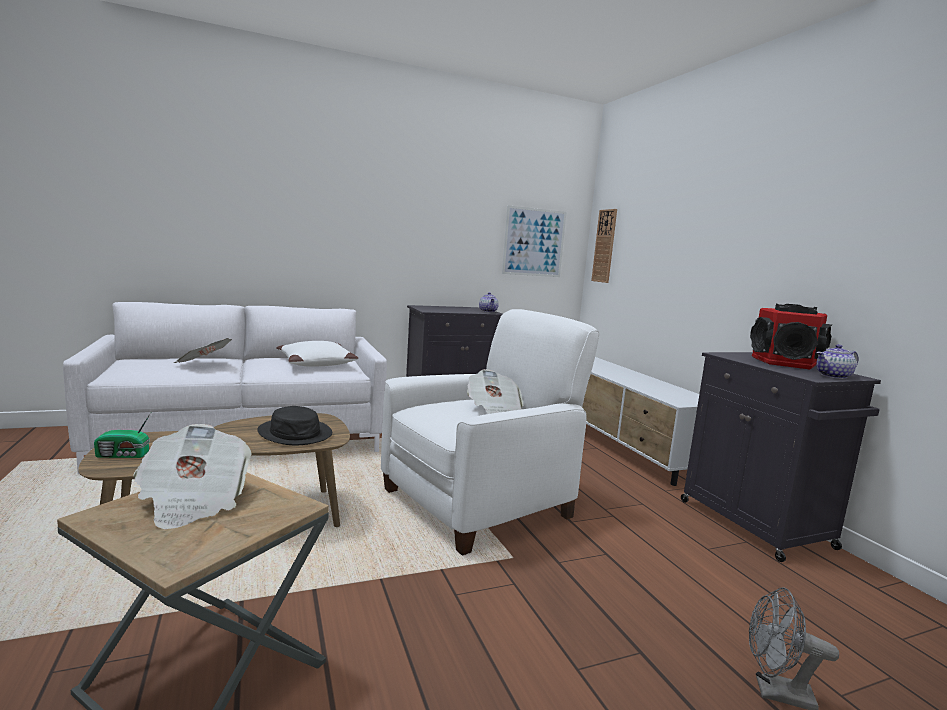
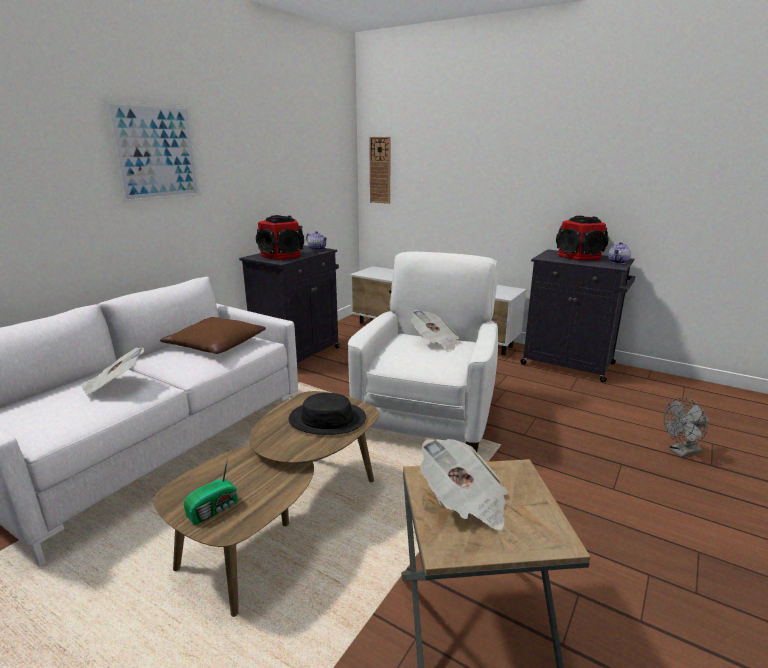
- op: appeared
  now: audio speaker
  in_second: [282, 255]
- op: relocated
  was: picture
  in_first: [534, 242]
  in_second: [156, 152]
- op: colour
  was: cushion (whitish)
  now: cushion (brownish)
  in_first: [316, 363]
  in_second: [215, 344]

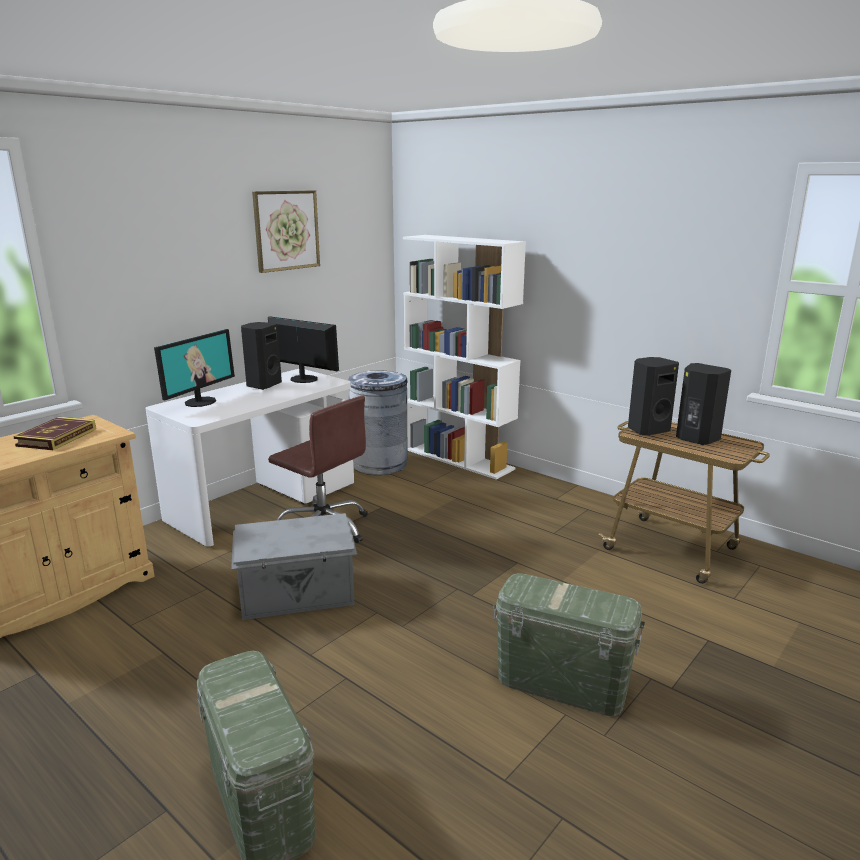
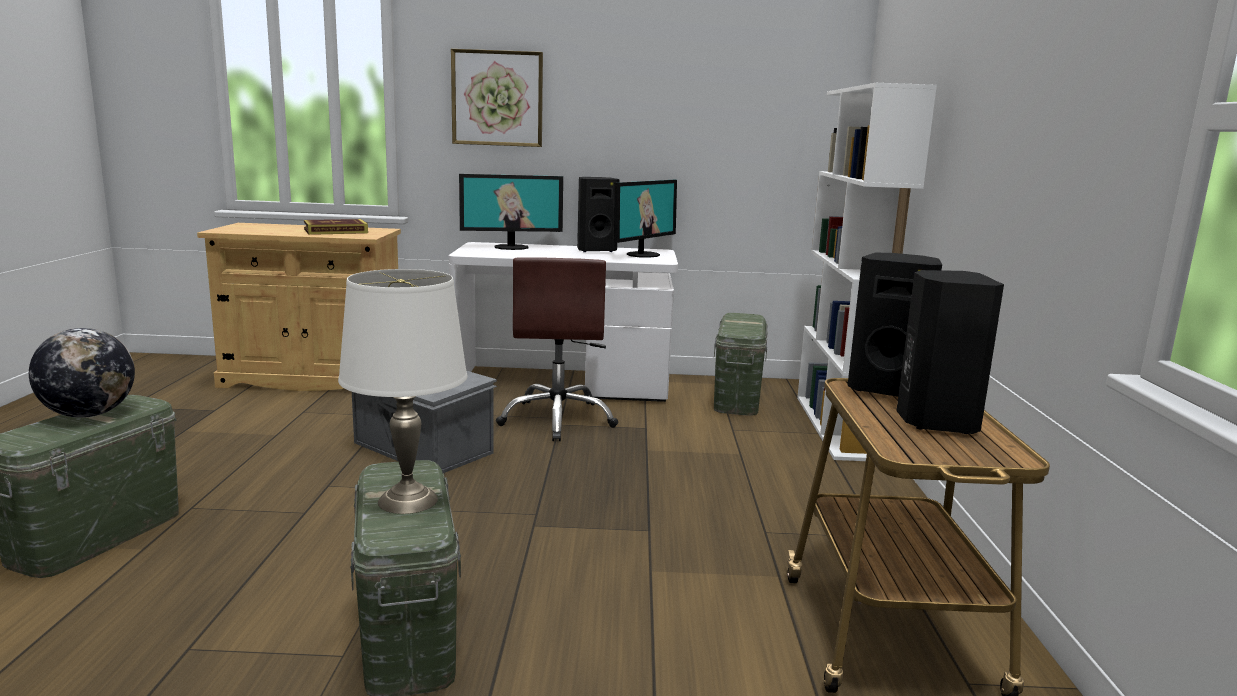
- op: appeared
  now: globe
  in_second: [88, 415]
- op: appeared
  now: tabletop lamp (whitish)
  in_second: [409, 500]
- op: relocated
  was: picture
  in_first: [286, 230]
  in_second: [497, 98]
- op: exchanged
  was: rubbish bin (gray)
  now: storage container (green)
  in_first: [379, 464]
  in_second: [736, 398]
- op: spun
  was: computer screen
  in_first: [303, 379]
  in_second: [642, 254]
  clockwise: 45

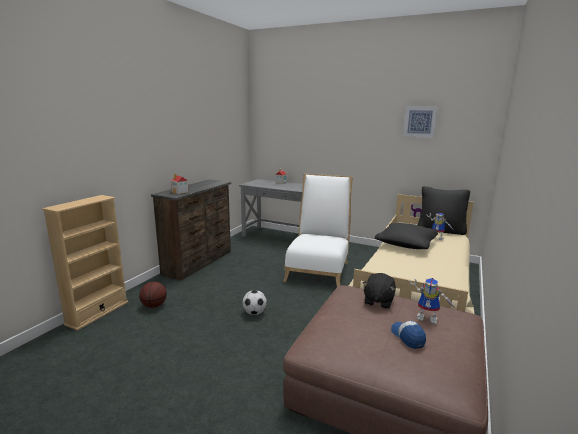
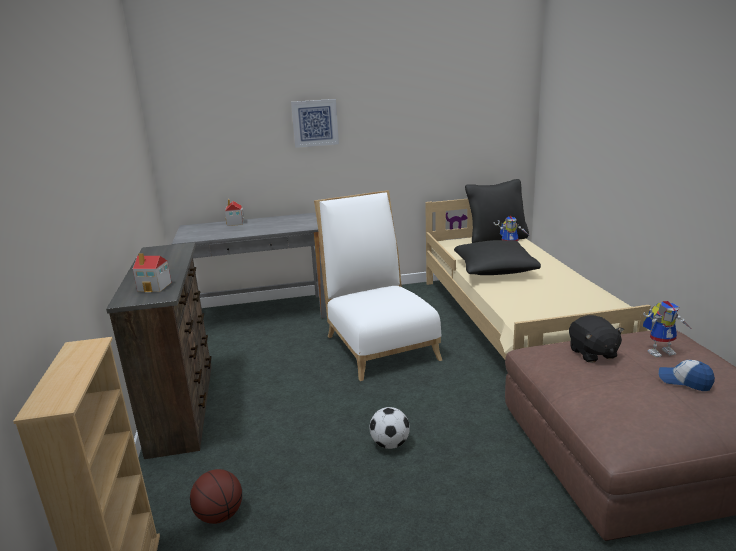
- op: relocated
  was: picture
  in_first: [420, 121]
  in_second: [315, 123]

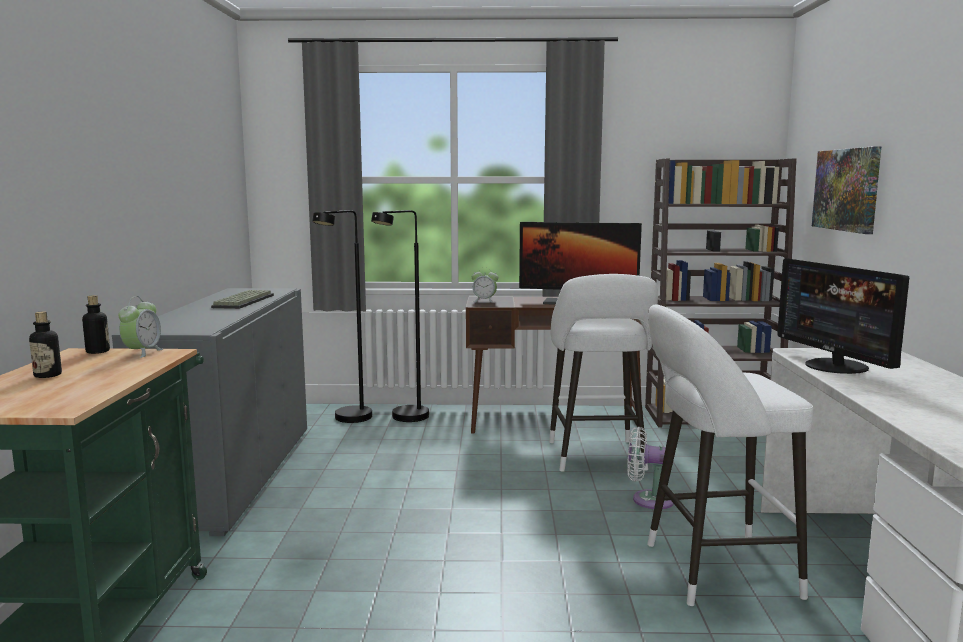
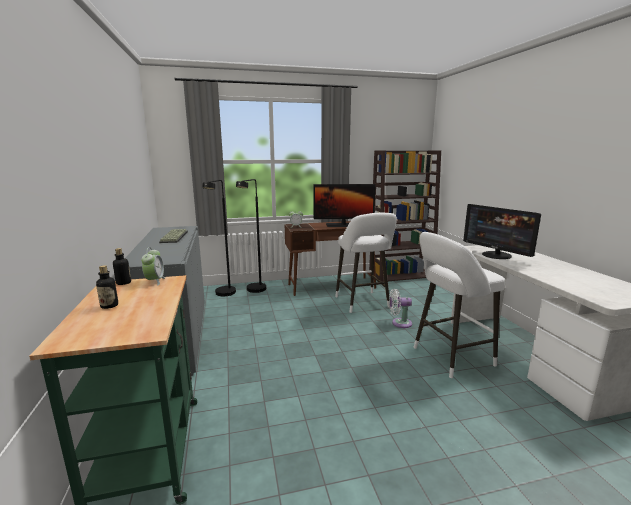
- op: missing
  was: picture
  in_first: [847, 189]

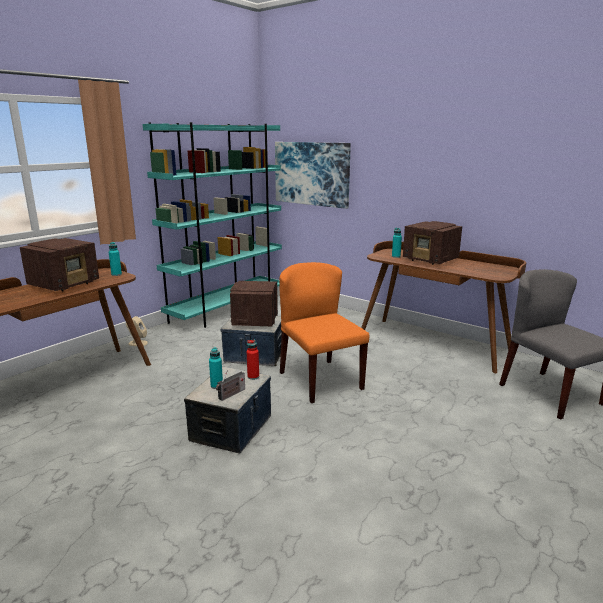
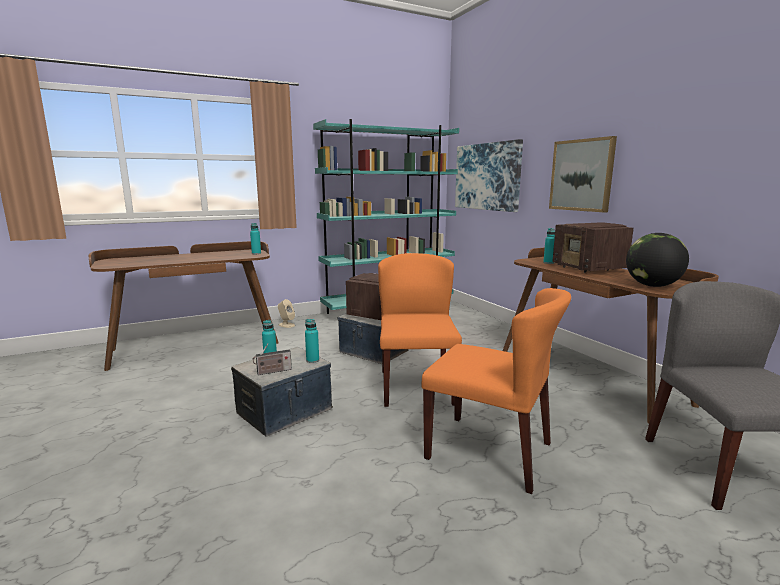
- op: missing
  was: radio receiver
  in_first: [65, 284]
- op: appeared
  now: upright chair (orange-coloured)
  in_second: [490, 451]
- op: appeared
  now: picture
  in_second: [581, 175]
- op: appeared
  now: globe
  in_second: [652, 286]
- op: colour
  was: drink bottle (reddish)
  now: drink bottle (blue-green)
  in_first: [253, 377]
  in_second: [312, 360]

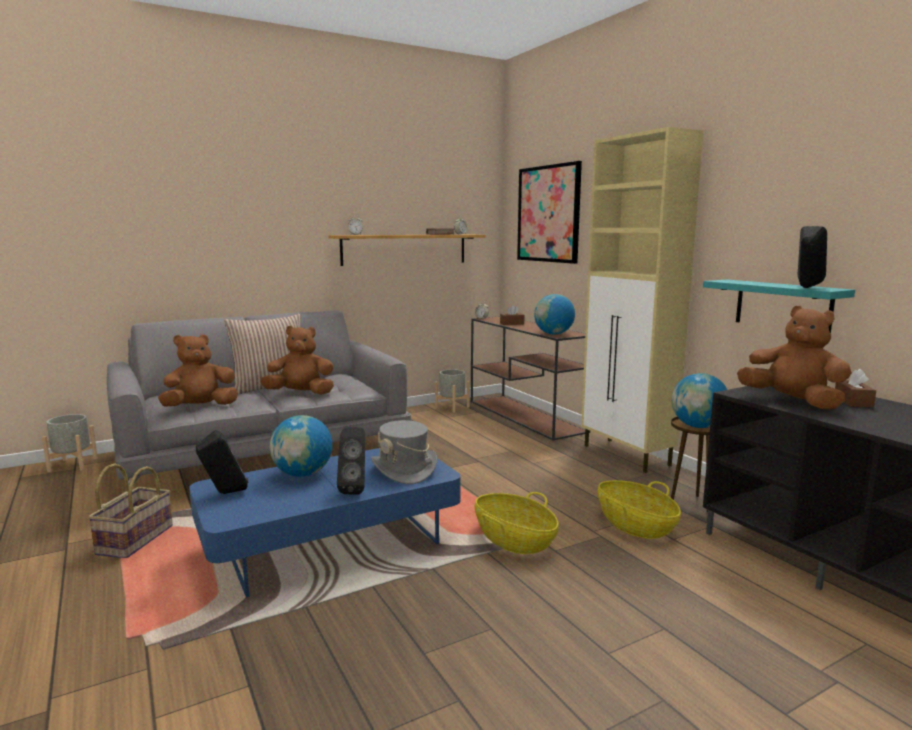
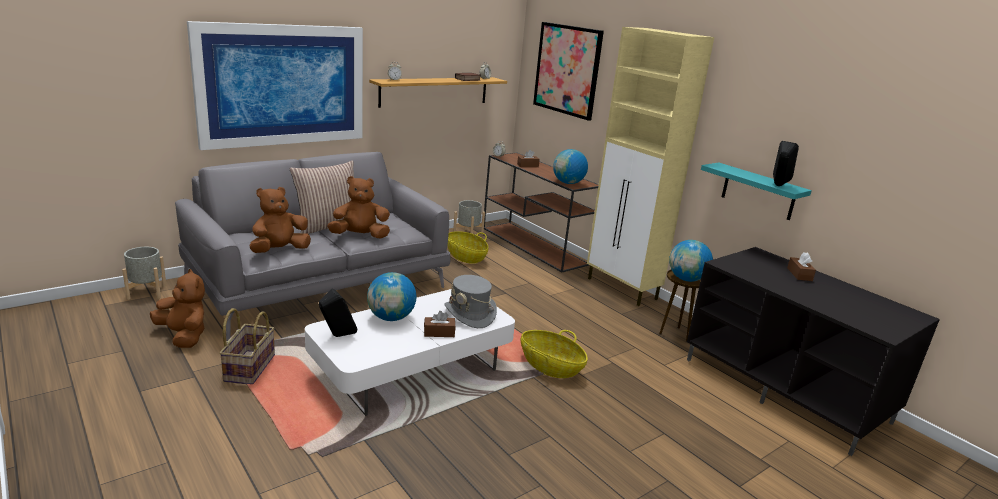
- op: appeared
  now: picture
  in_second: [282, 85]
- op: relocated
  was: household basket
  in_first: [635, 525]
  in_second: [466, 257]
- op: relocated
  was: cuddly toy (brownish)
  in_first: [792, 402]
  in_second: [184, 336]
- op: exchanged
  was: audio speaker (black-coloured)
  now: tissue holder (brownish)
  in_first: [355, 489]
  in_second: [439, 333]
- op: colour
  was: low table (bluish)
  now: low table (whitish)
  in_first: [331, 544]
  in_second: [412, 370]

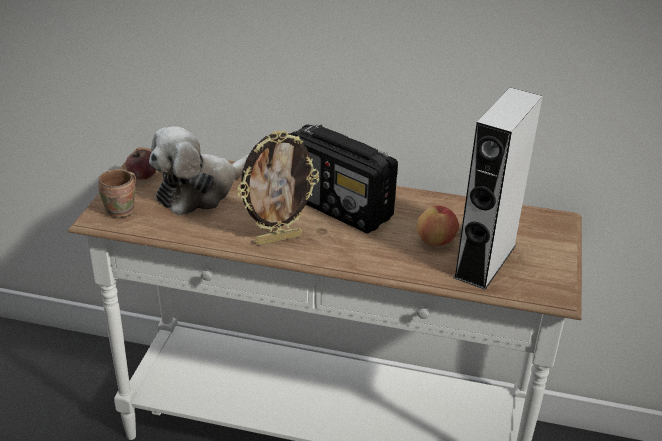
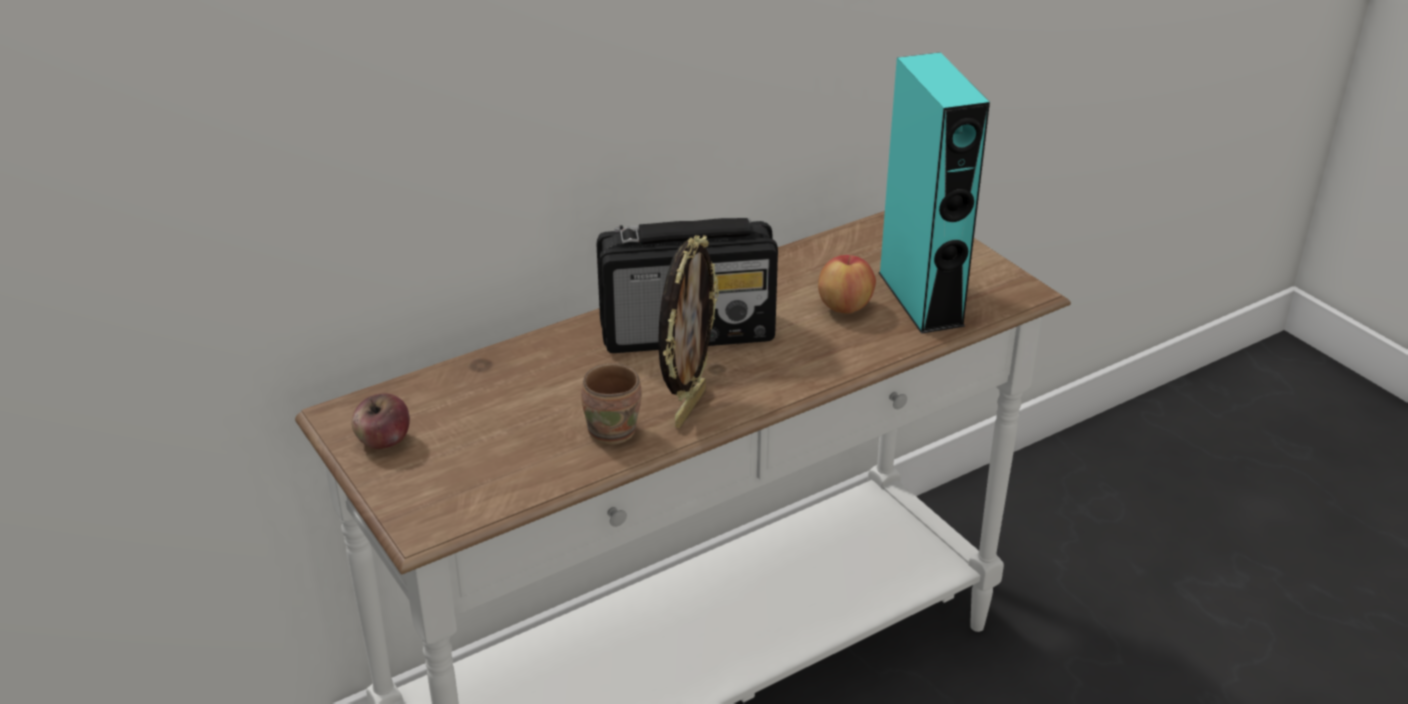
- op: missing
  was: cuddly toy
  in_first: [199, 191]
- op: relocated
  was: coffee mug (brownish)
  in_first: [122, 210]
  in_second: [614, 429]
- op: colour
  was: audio speaker (gray)
  now: audio speaker (blue-green)
  in_first: [485, 261]
  in_second: [920, 298]

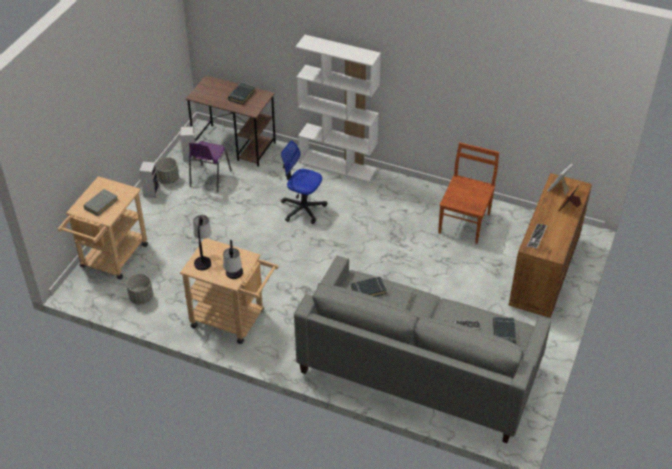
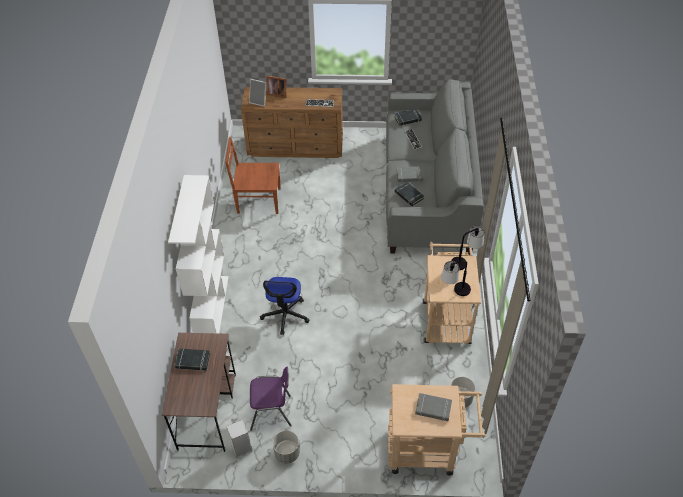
- op: missing
  was: audio speaker
  in_first: [151, 192]

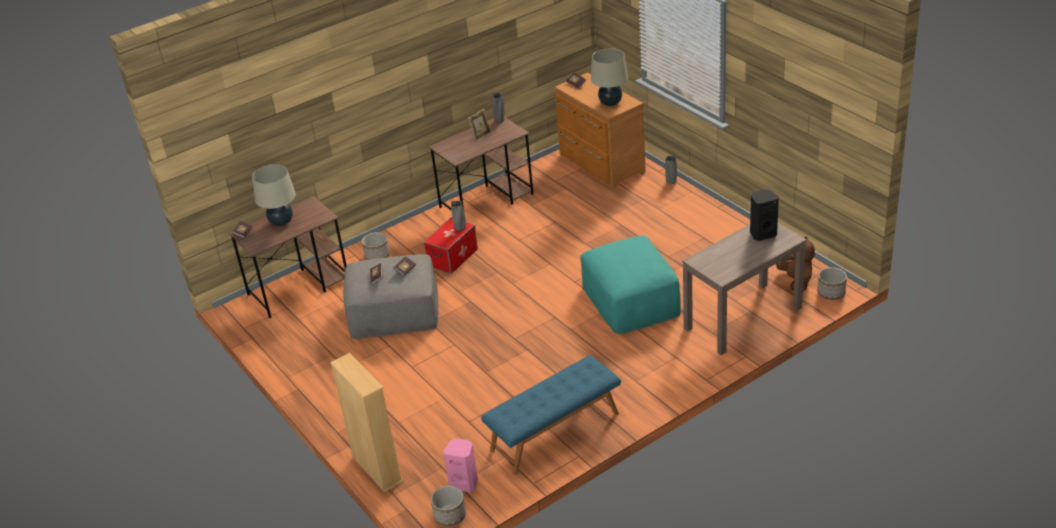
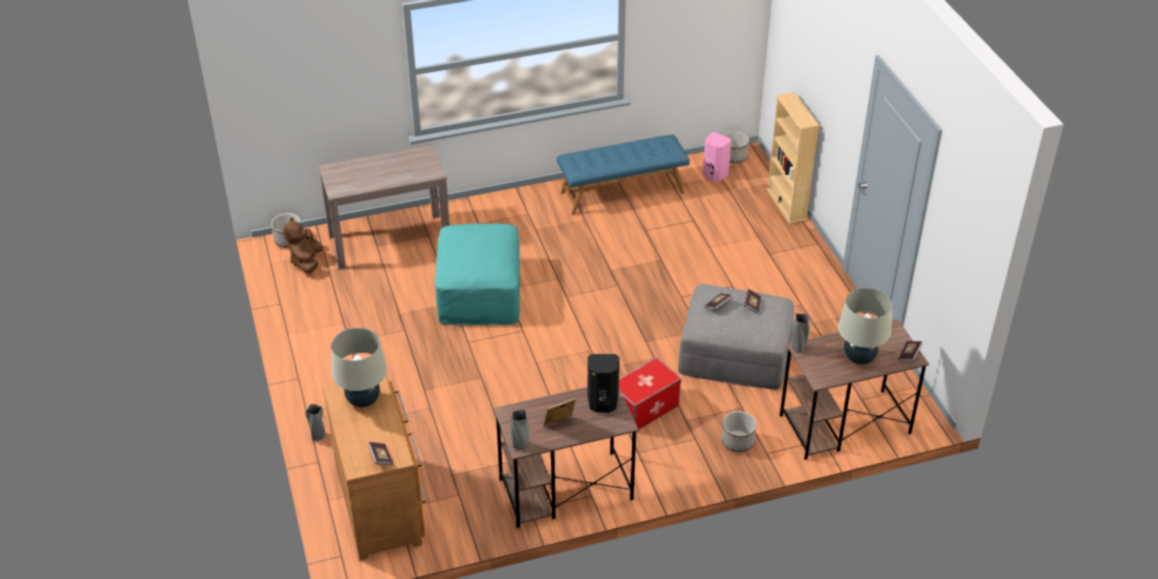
- op: relocated
  was: decorative vase (gray)
  in_first: [460, 228]
  in_second: [798, 348]
- op: relocated
  was: audio speaker (black-coloured)
  in_first: [762, 234]
  in_second: [602, 404]

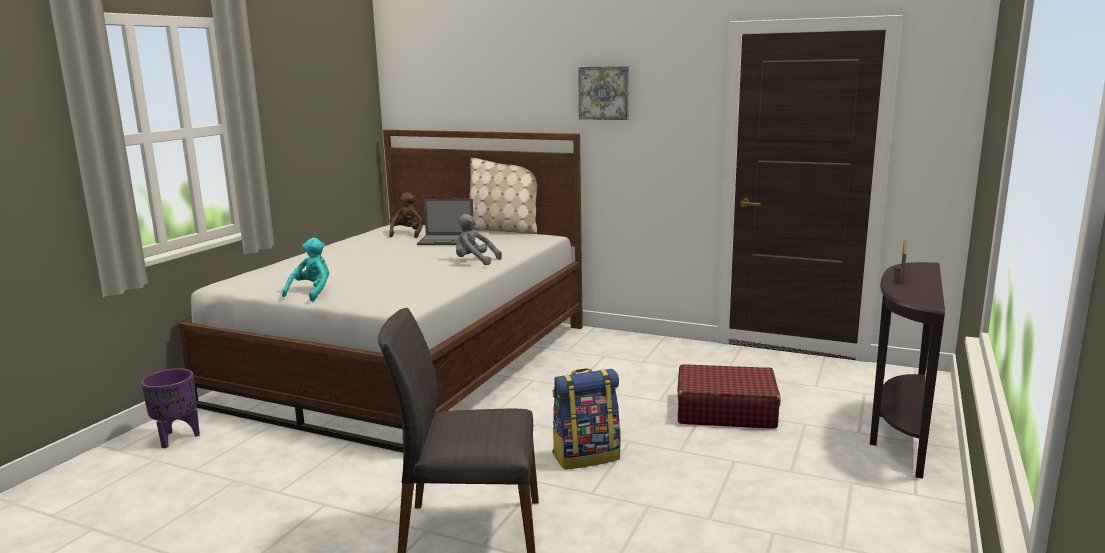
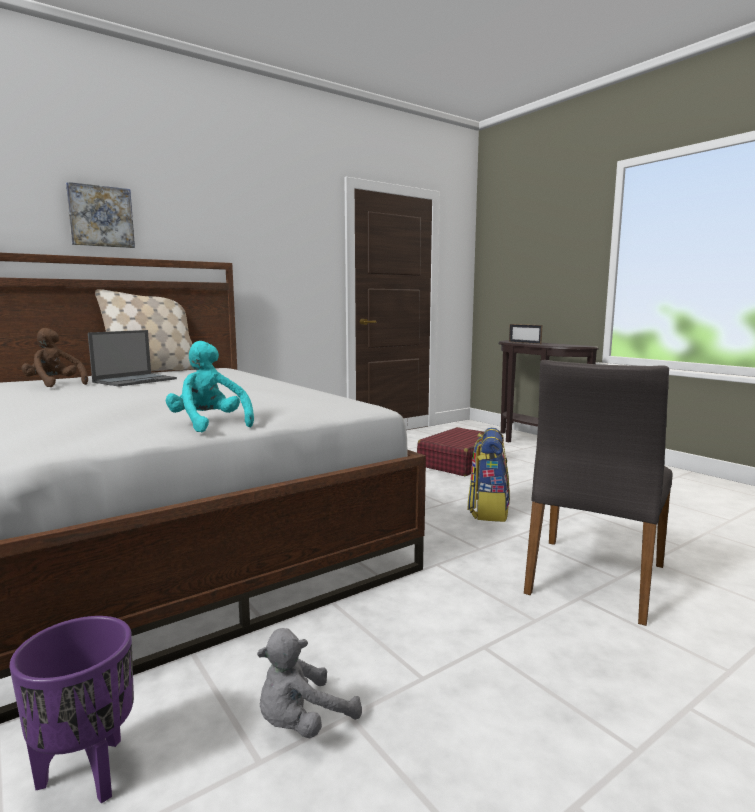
- op: relocated
  was: cuddly toy (gray)
  in_first: [474, 261]
  in_second: [302, 723]
- op: relocated
  was: picture
  in_first: [604, 93]
  in_second: [100, 216]

